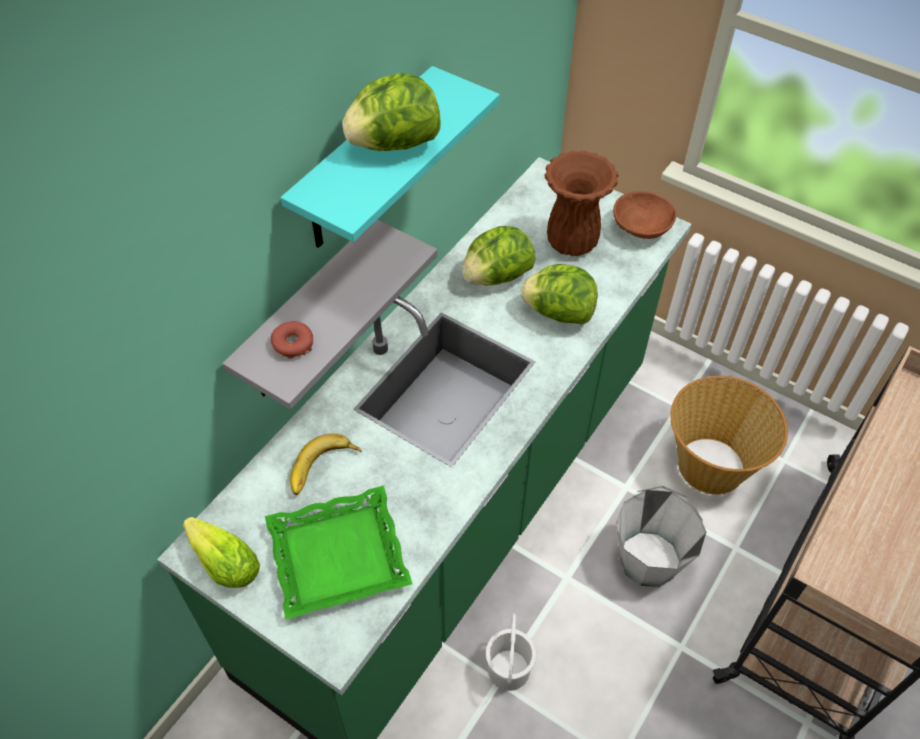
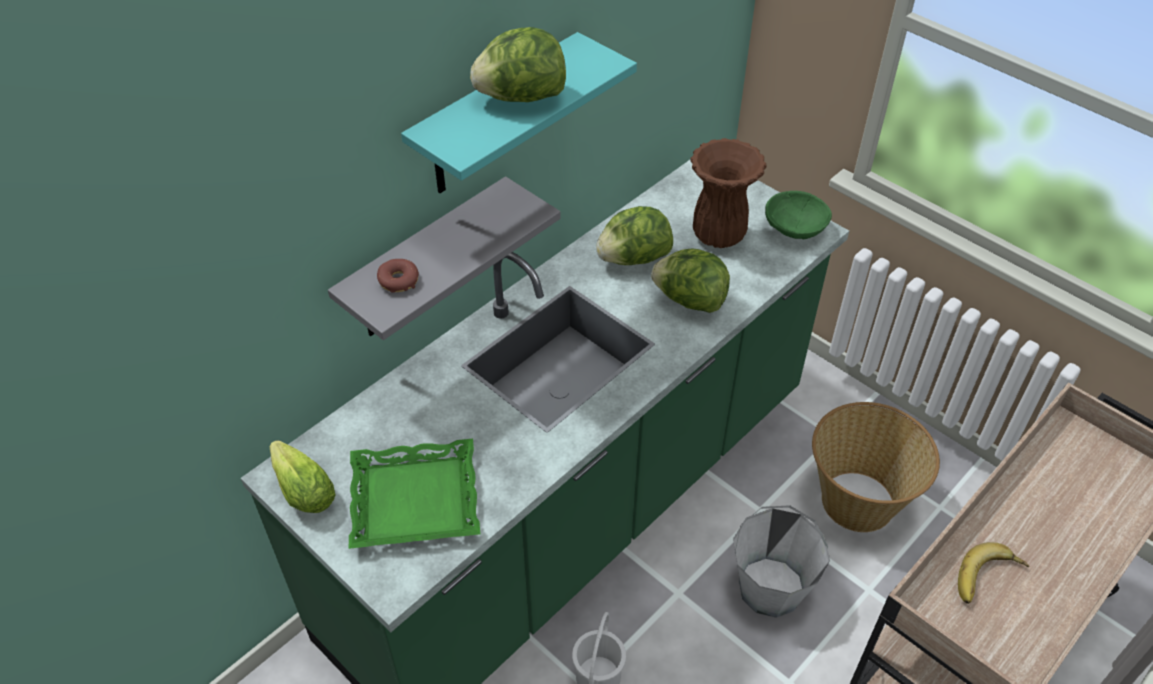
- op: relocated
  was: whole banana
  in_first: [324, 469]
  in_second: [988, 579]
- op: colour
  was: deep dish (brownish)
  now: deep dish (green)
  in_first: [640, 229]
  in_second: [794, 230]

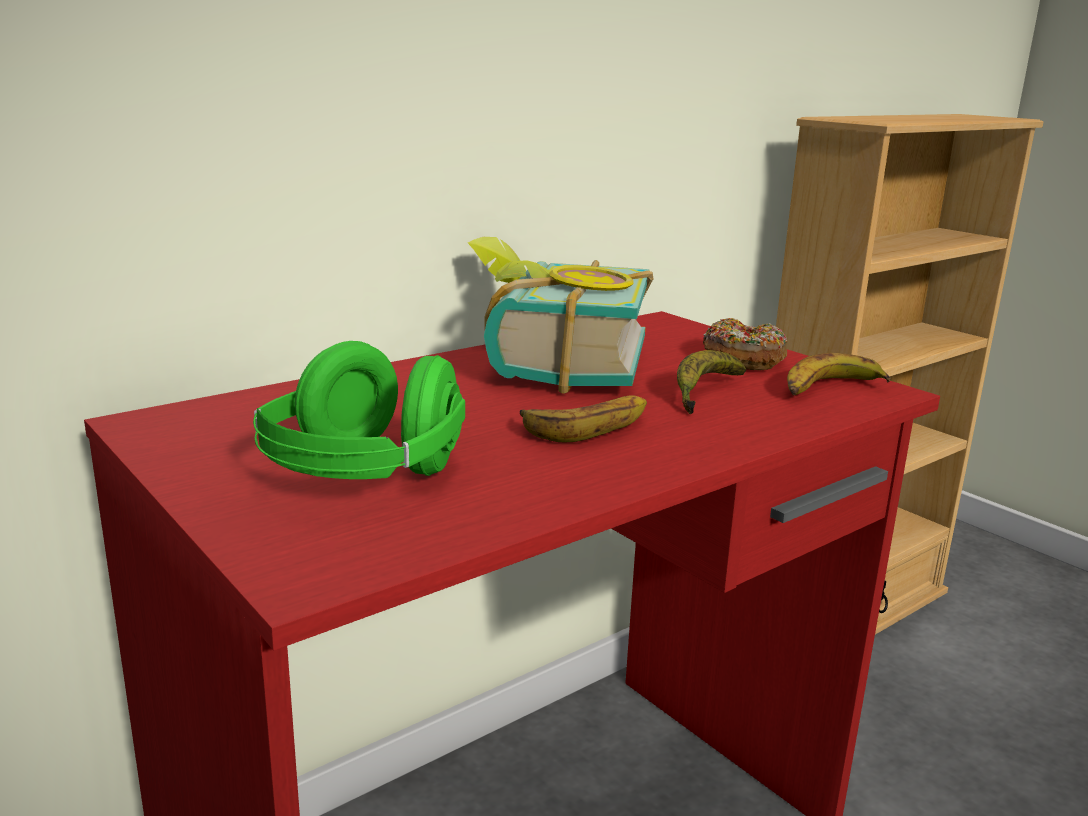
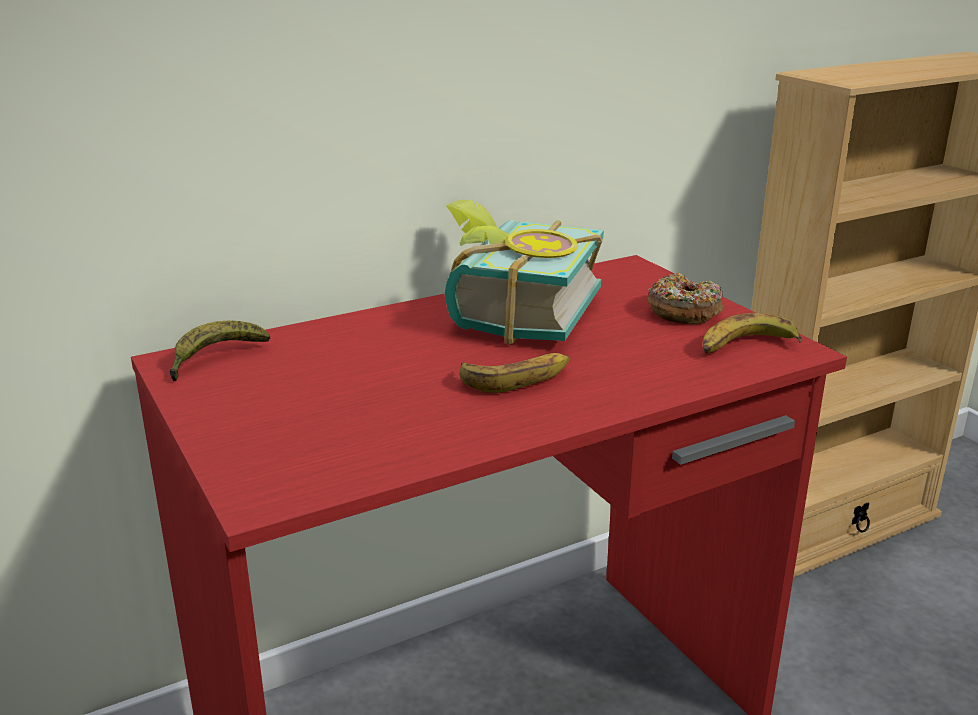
- op: missing
  was: headphones (green)
  in_first: [364, 476]
- op: relocated
  was: whole banana
  in_first: [703, 394]
  in_second: [215, 359]

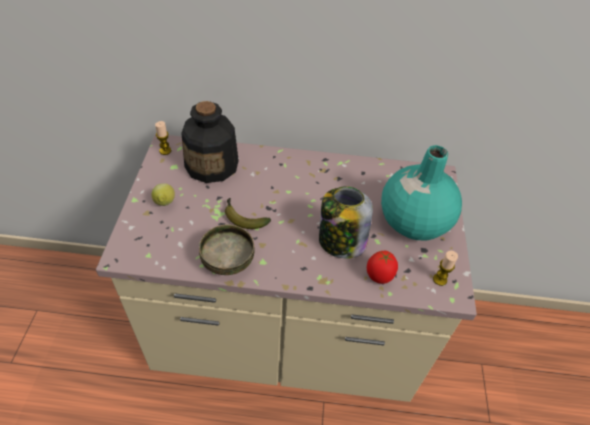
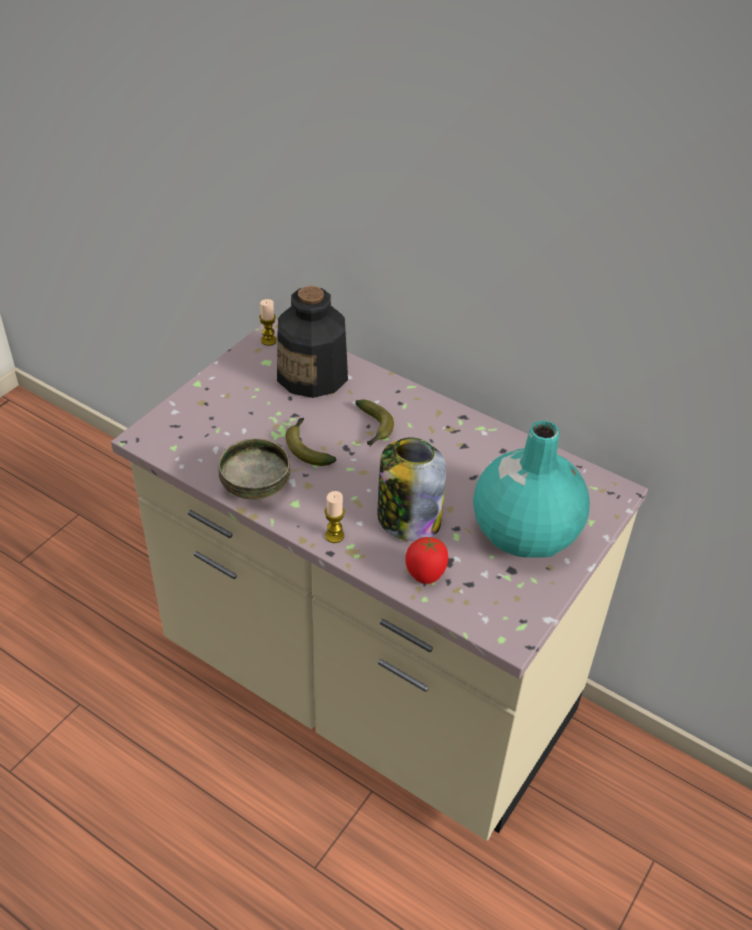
- op: missing
  was: whole lemon
  in_first: [165, 204]
- op: appeared
  now: whole banana
  in_second: [373, 429]
- op: relocated
  was: candle
  in_first: [440, 279]
  in_second: [334, 536]

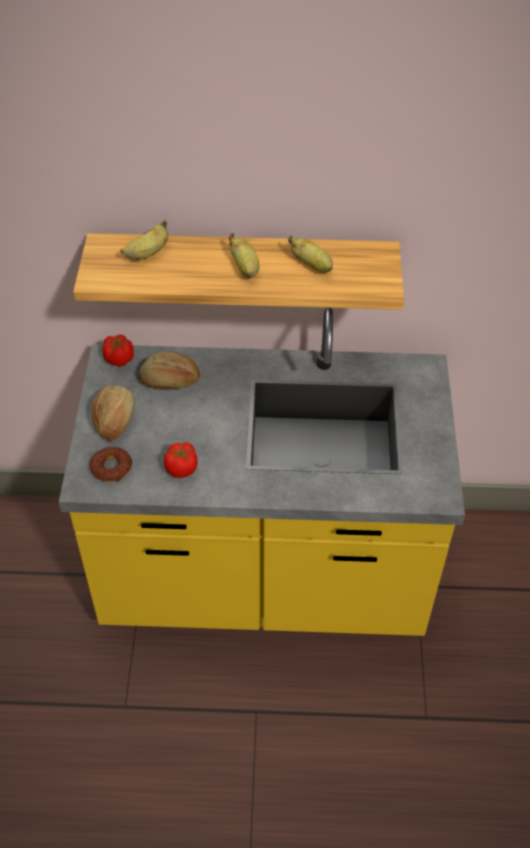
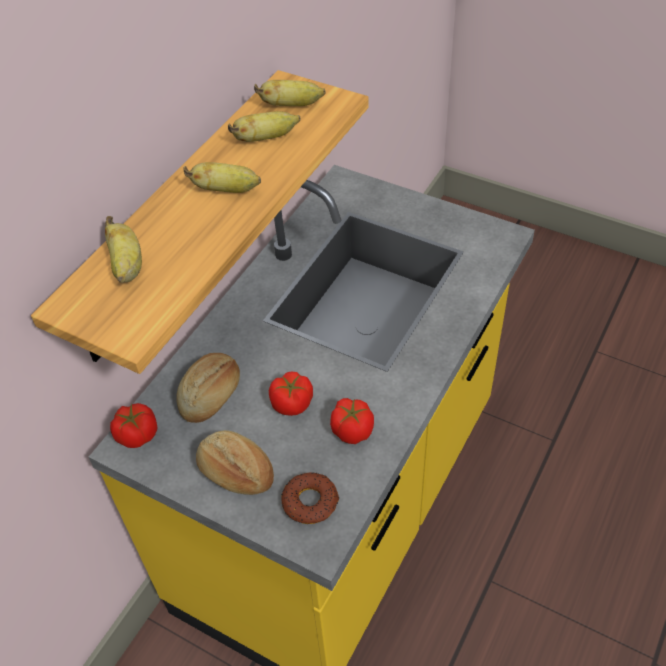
- op: appeared
  now: whole banana
  in_second: [292, 105]
- op: appeared
  now: fresh tomato
  in_second: [292, 403]

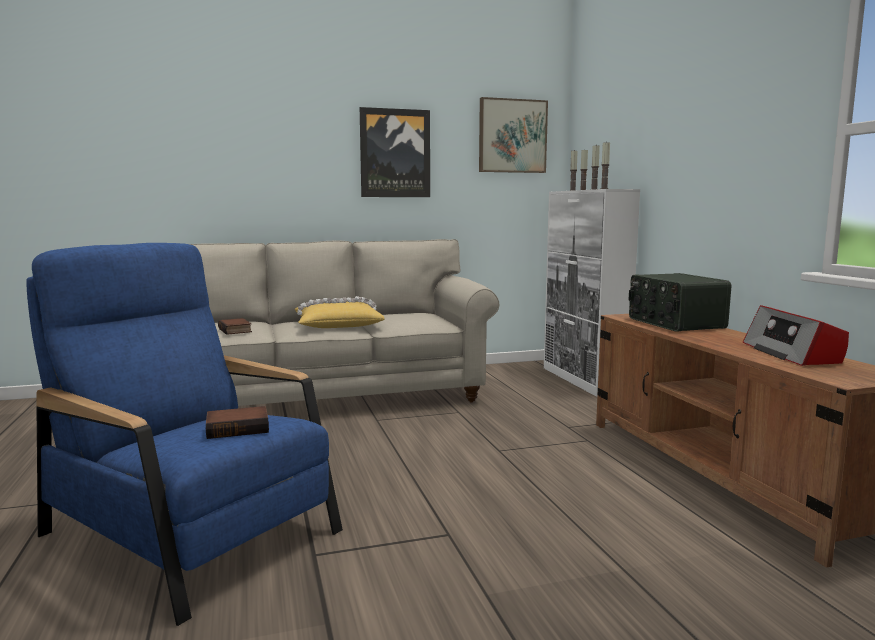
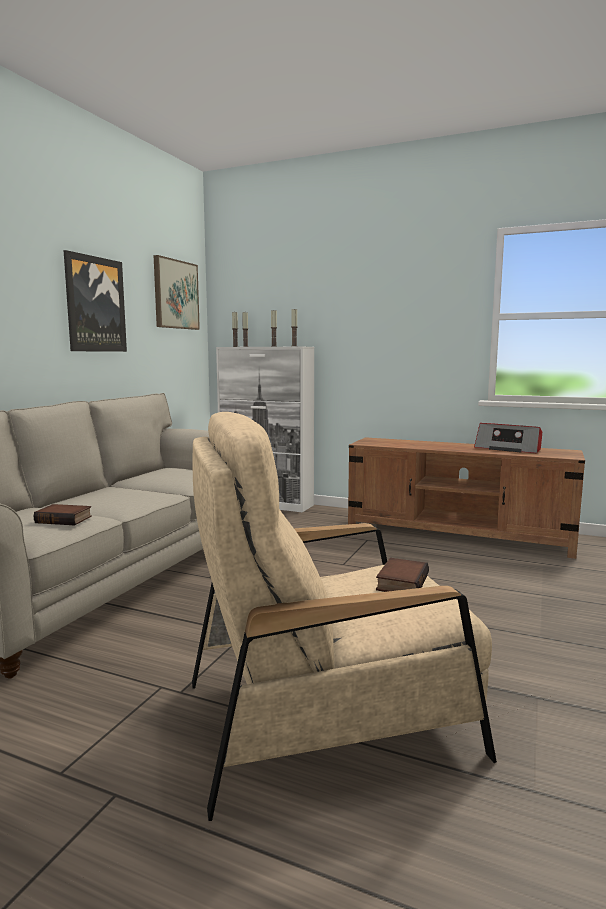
- op: missing
  was: cushion (yellow)
  in_first: [337, 324]
- op: missing
  was: radio receiver
  in_first: [674, 323]
- op: colour
  was: armchair (bluish)
  now: armchair (sand-coloured)
  in_first: [193, 533]
  in_second: [328, 717]

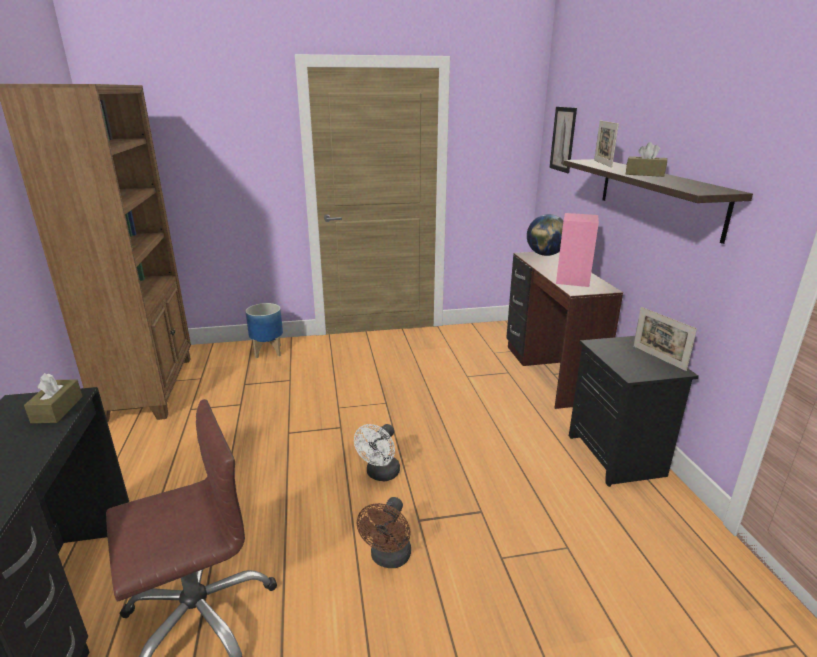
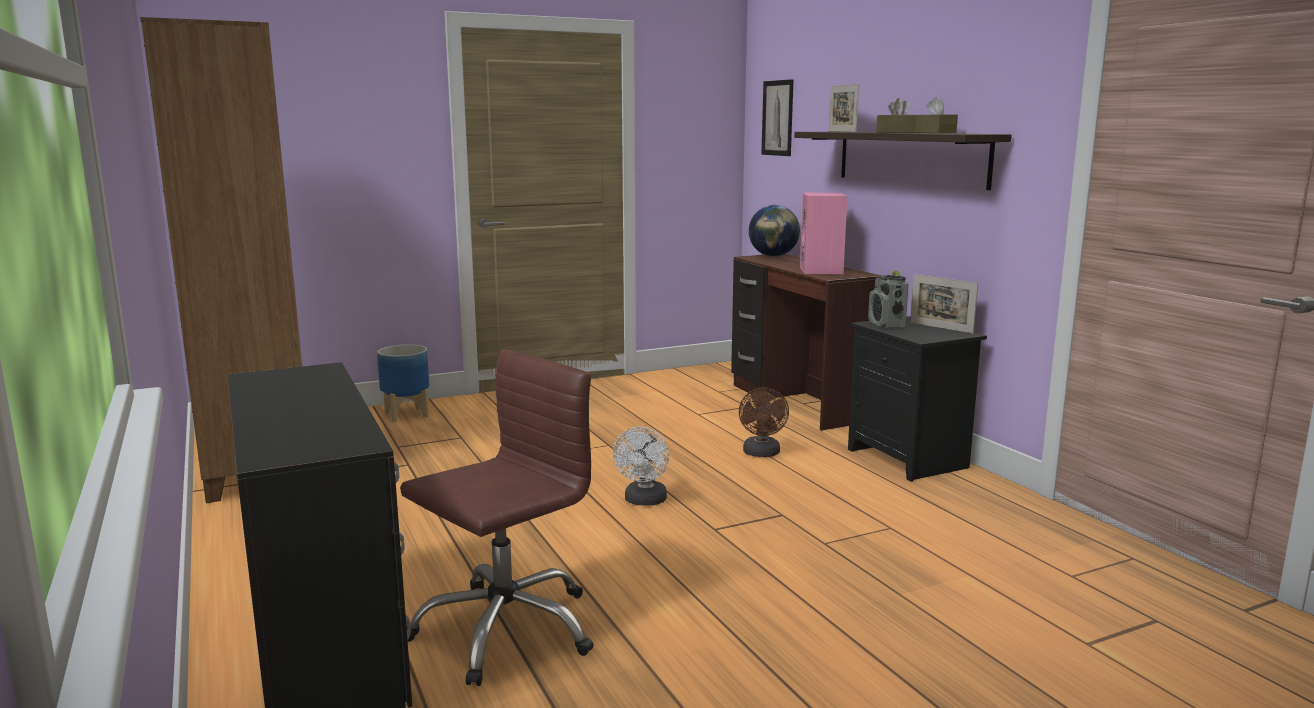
- op: appeared
  now: radio receiver
  in_second: [886, 325]
- op: relocated
  was: tissue holder (brownish)
  in_first: [57, 409]
  in_second: [935, 133]
- op: relocated
  was: cooling fan (brownish)
  in_first: [388, 558]
  in_second: [762, 454]

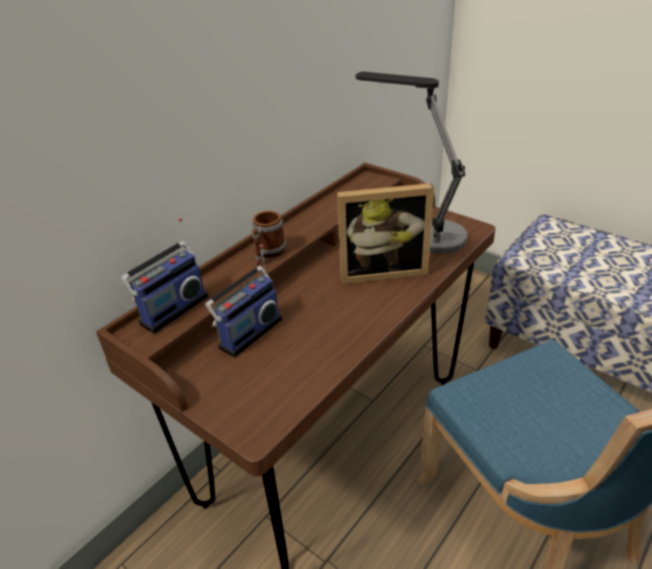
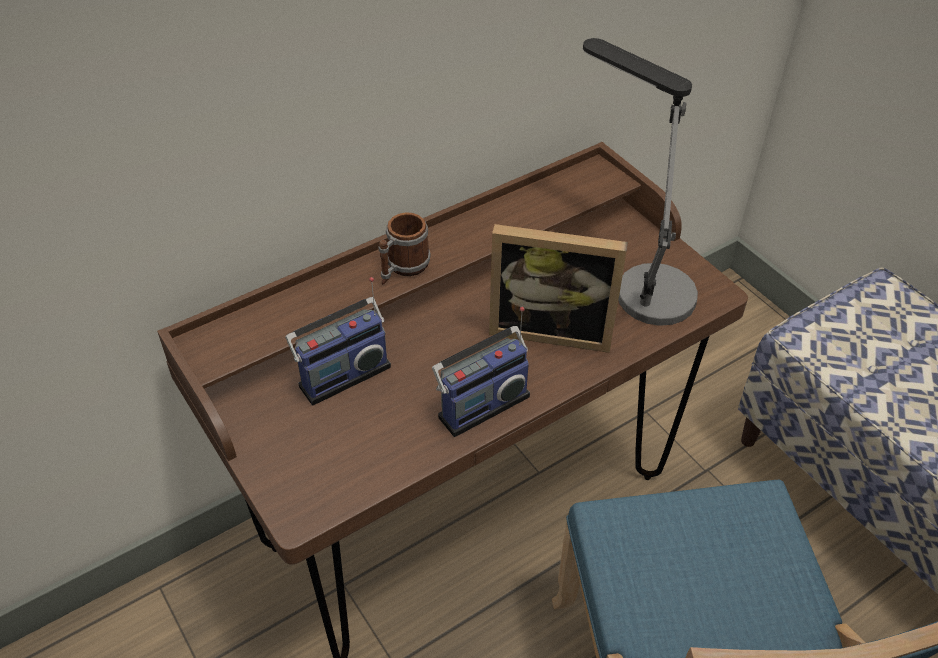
- op: relocated
  was: radio receiver
  in_first: [172, 309]
  in_second: [481, 403]

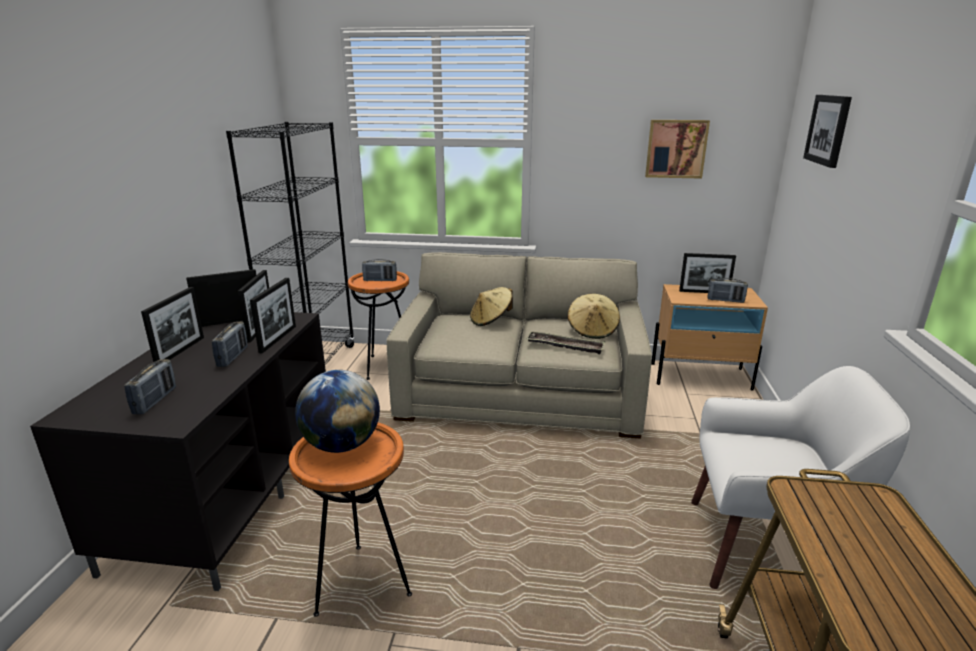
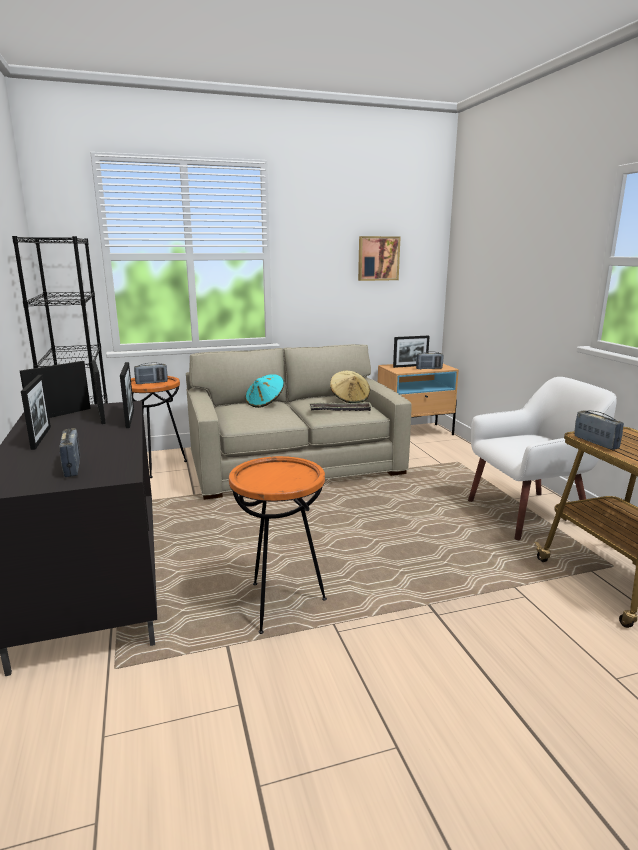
- op: missing
  was: globe
  in_first: [342, 445]
- op: missing
  was: picture
  in_first: [828, 130]
- op: relocated
  was: radio receiver
  in_first: [233, 357]
  in_second: [595, 443]
- op: colour
  was: wearable hat (sand-coloured)
  now: wearable hat (blue-green)
  in_first: [491, 320]
  in_second: [265, 403]

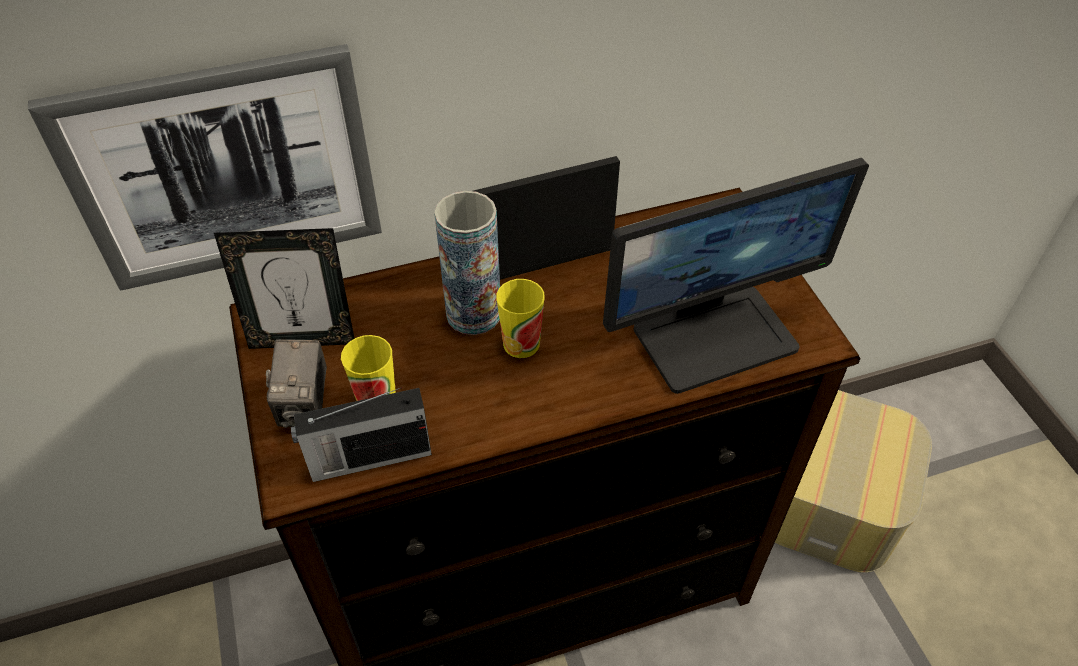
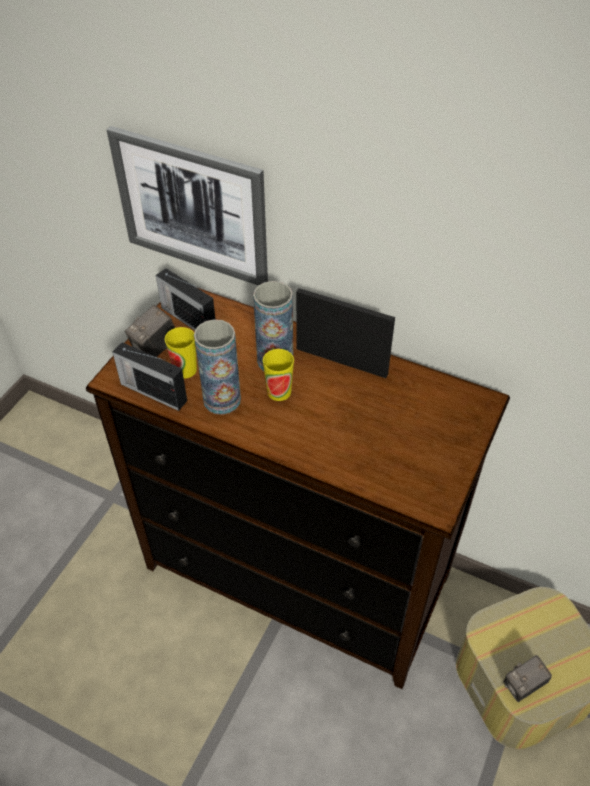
- op: missing
  was: computer screen
  in_first: [714, 336]
- op: appeared
  now: decorative vase
  in_second: [222, 399]
- op: appeared
  now: photo camera
  in_second: [523, 686]
- op: exchanged
  was: photo frame
  now: radio receiver
  in_first: [303, 339]
  in_second: [188, 318]

